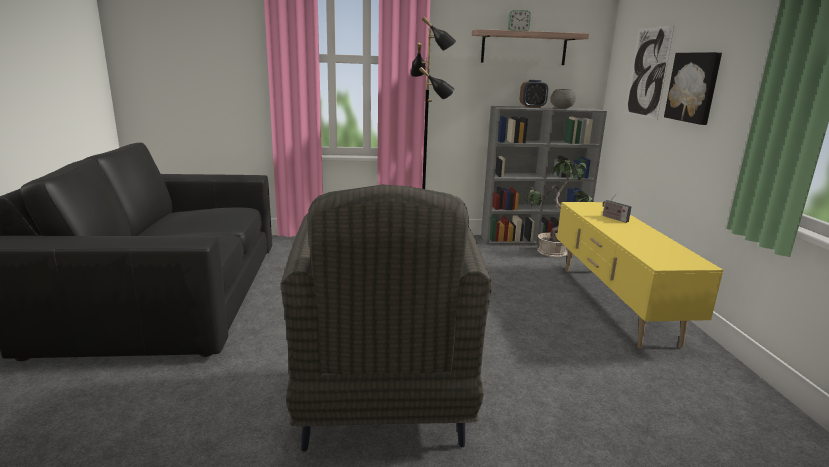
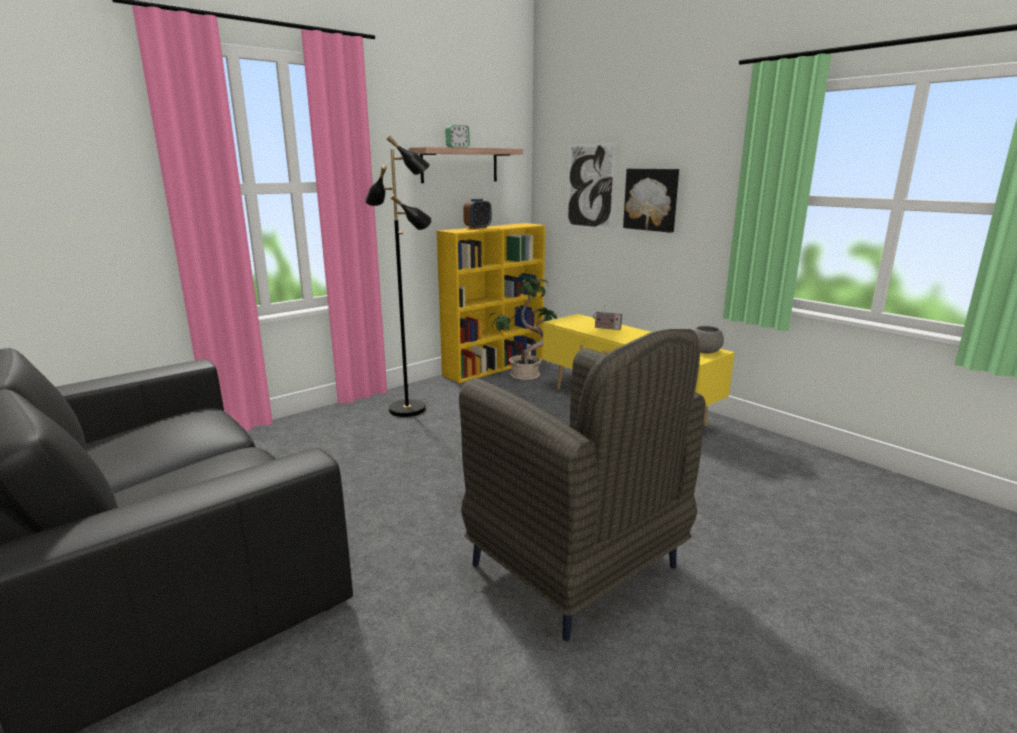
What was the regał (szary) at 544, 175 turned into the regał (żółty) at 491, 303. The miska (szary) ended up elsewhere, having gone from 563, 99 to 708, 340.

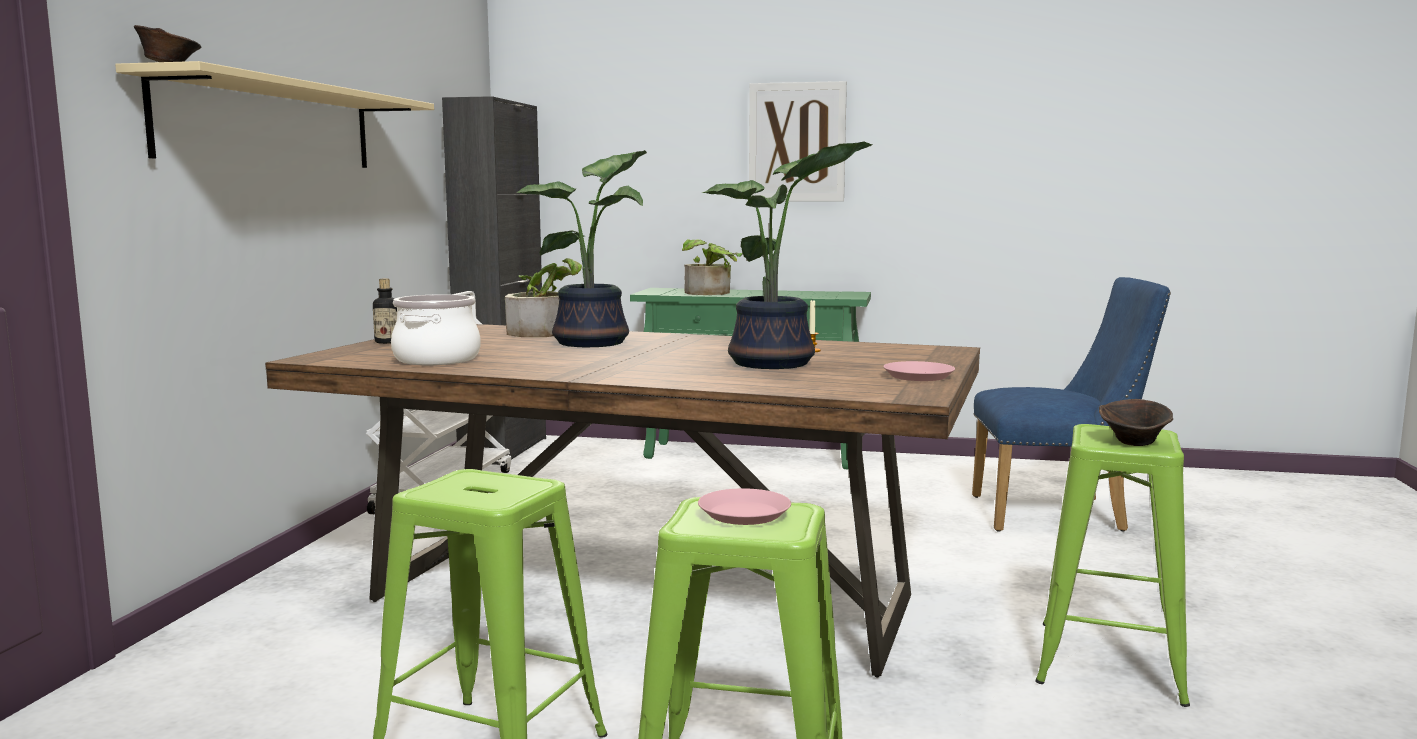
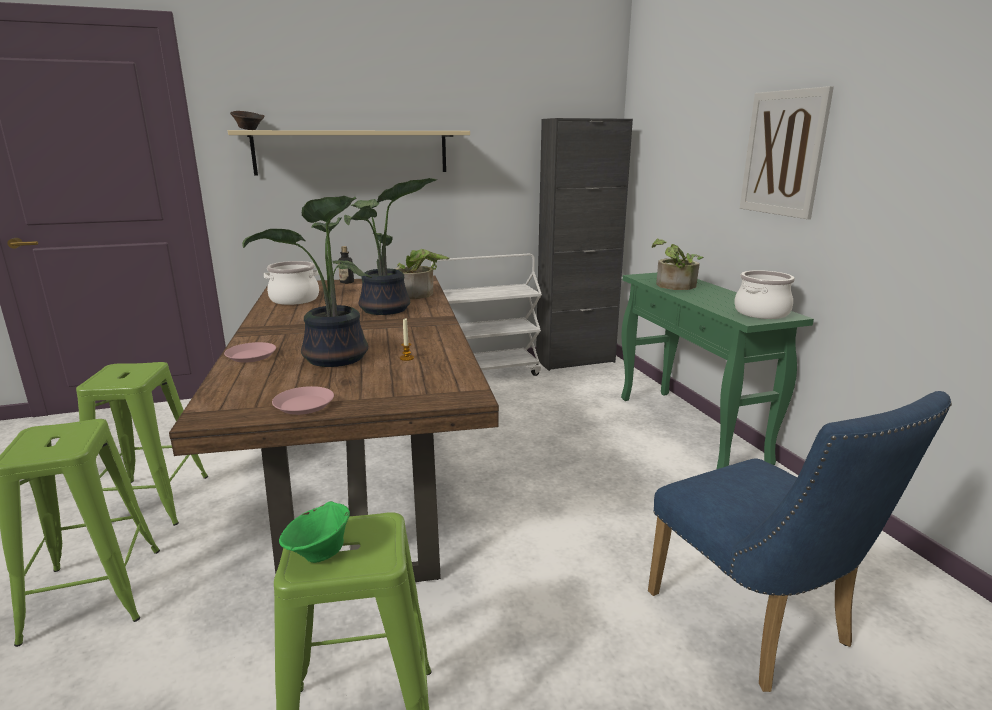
The talerz (różowy) ended up elsewhere, having gone from 744, 506 to 250, 352. What was the miska (brązowy) at 1136, 422 turned into the miska (zielony) at 314, 532. The second view gained the garnek at 764, 294.

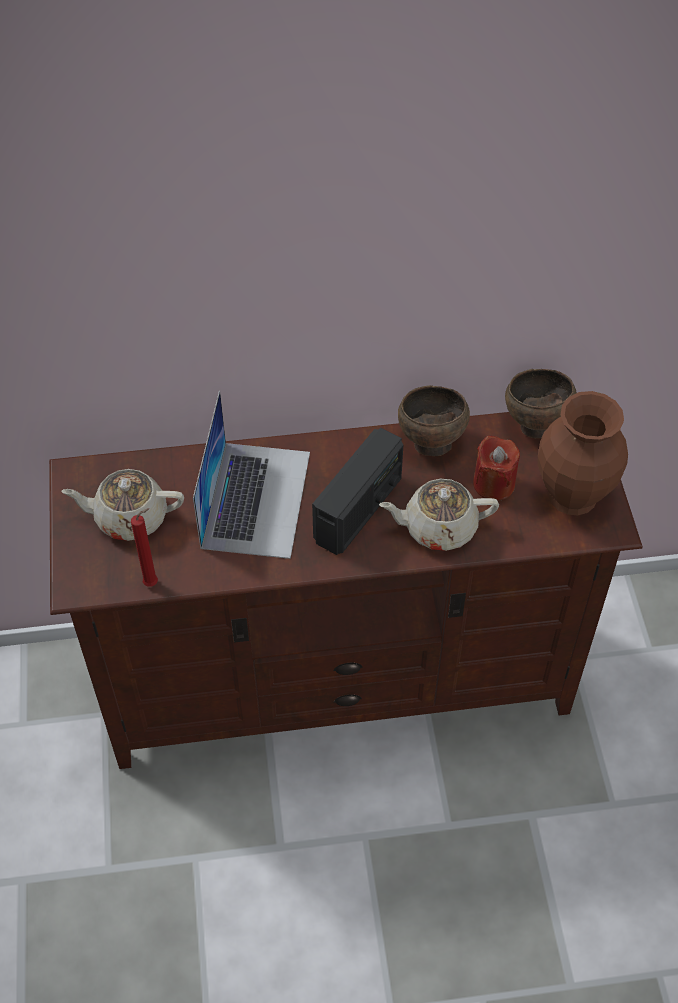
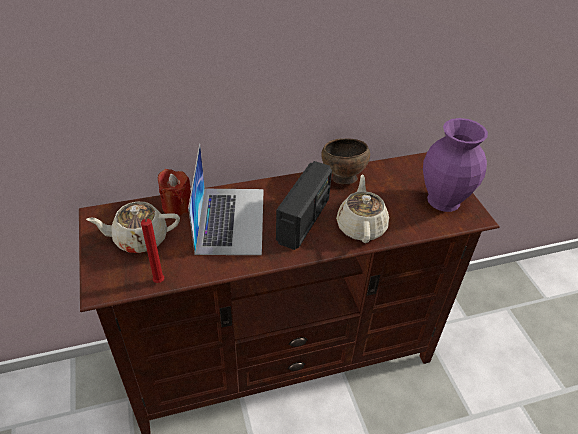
The imbryk (beżowy) at 439, 515 ended up facing another way, 105 degrees clockwise from before. The świeca (czerwony) ended up elsewhere, having gone from 496, 468 to 174, 192. The second view lost the miska (brązowy) at 541, 403. What was the wazon (brązowy) at 583, 453 turned into the wazon (fioletowy) at 455, 165.

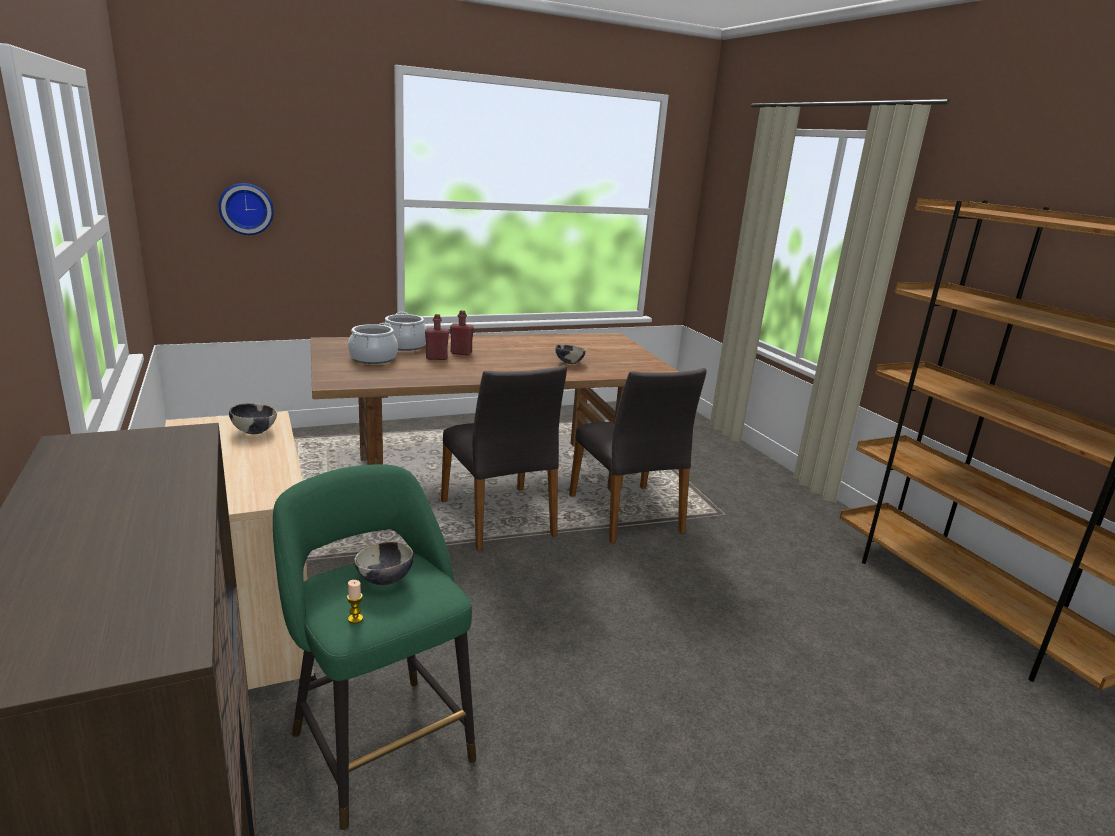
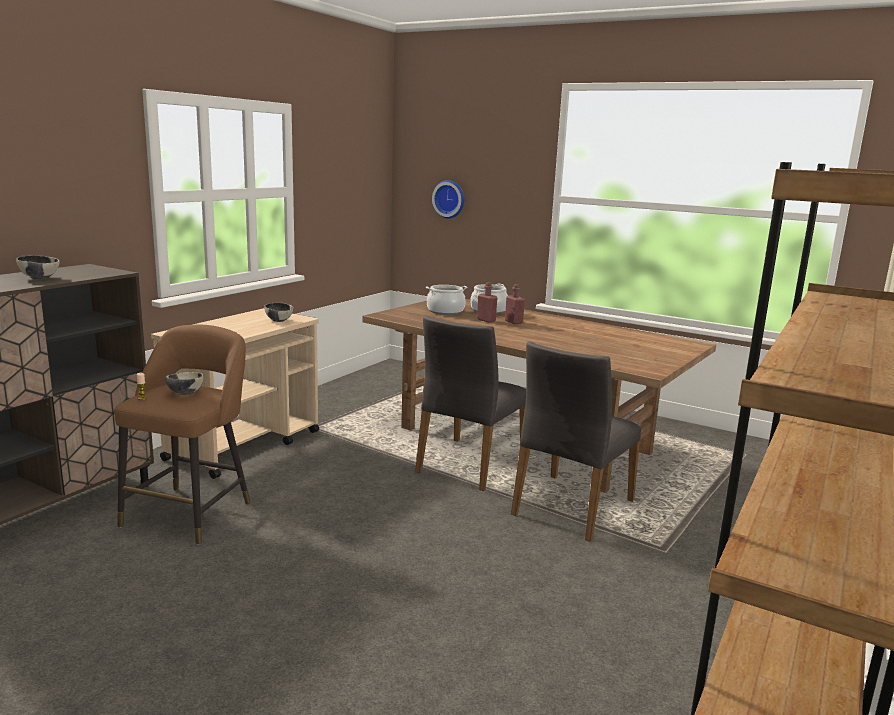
What was the stołek (zielony) at 374, 647 turned into the stołek (brązowy) at 182, 435. The miska ended up elsewhere, having gone from 570, 354 to 38, 267.

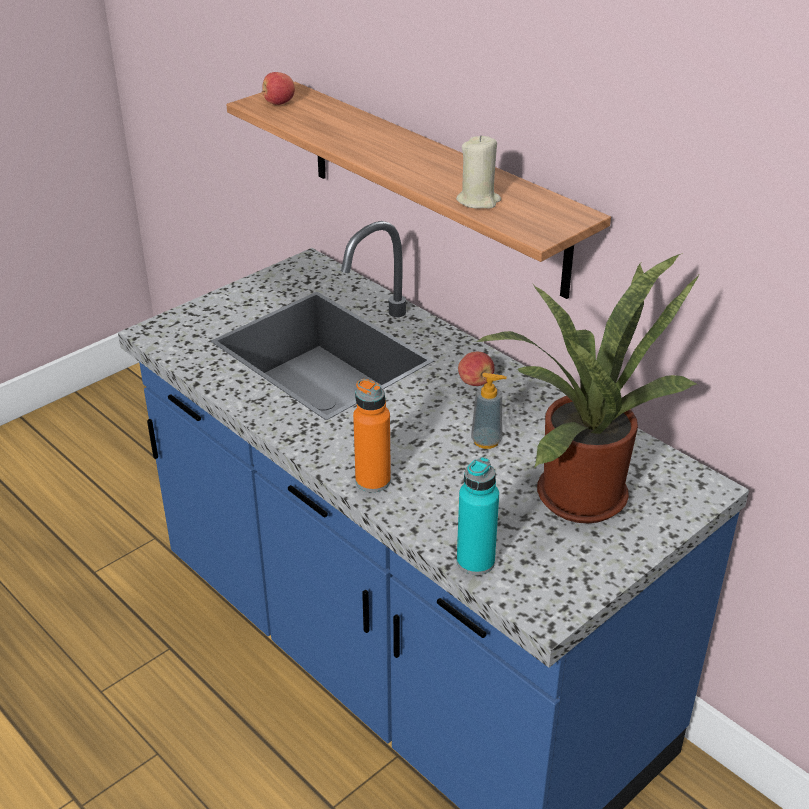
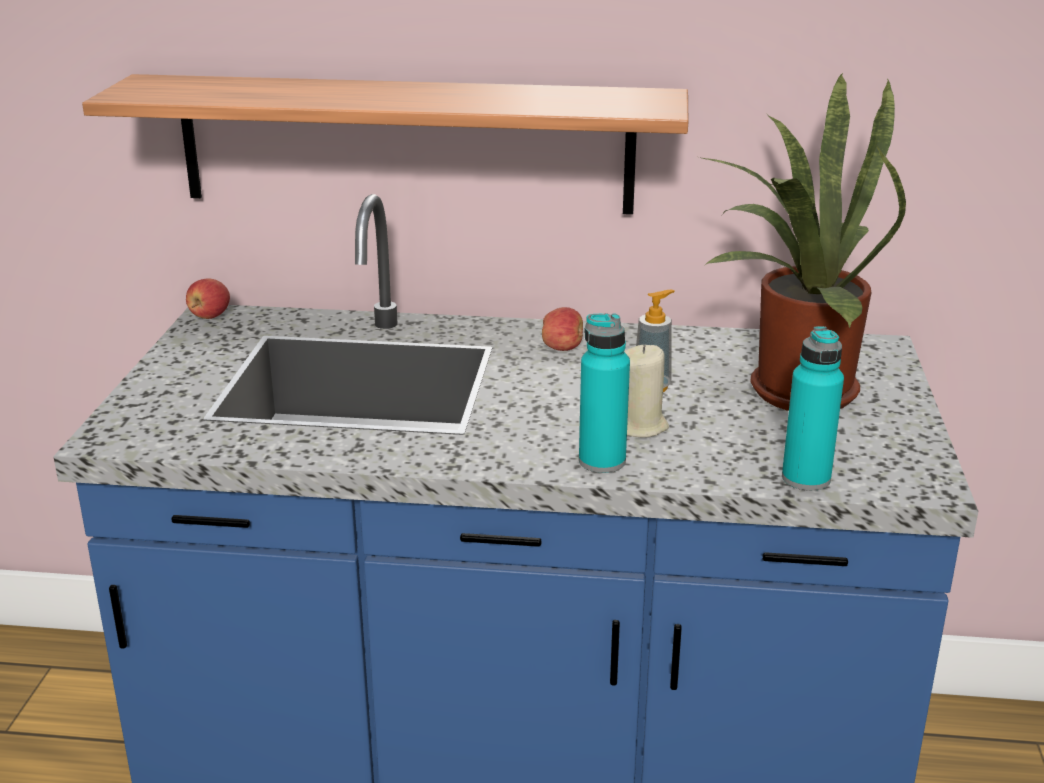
The jabłko ended up elsewhere, having gone from 278, 88 to 208, 299. What was the butelka (pomarańczowy) at 372, 435 turned into the butelka (turkusowy) at 604, 393. The świeca (beżowy) ended up elsewhere, having gone from 478, 172 to 646, 391.

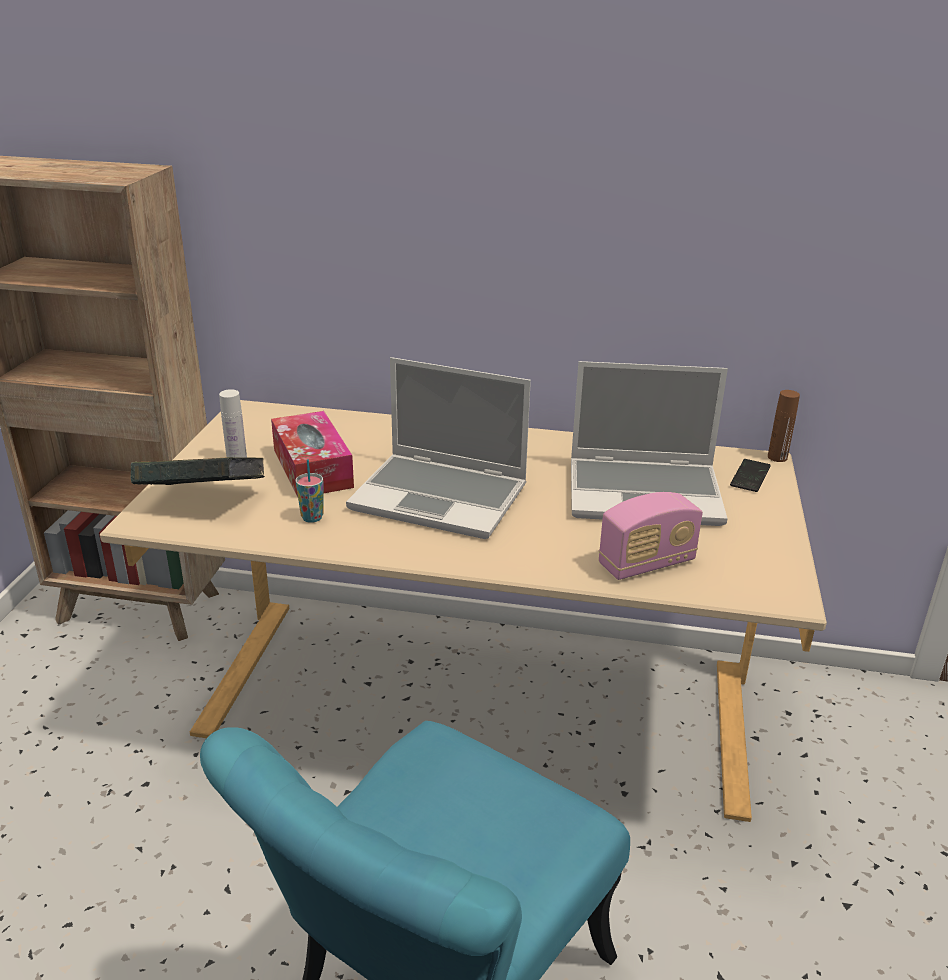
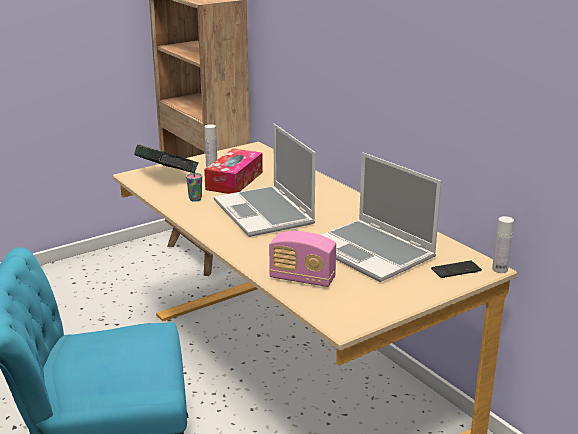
What was the butelka (brązowy) at 784, 426 turned into the butelka (biały) at 503, 244.

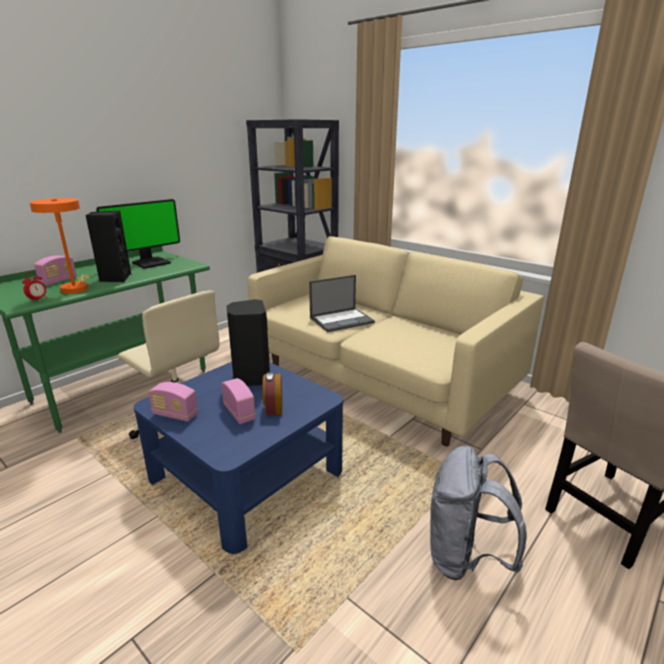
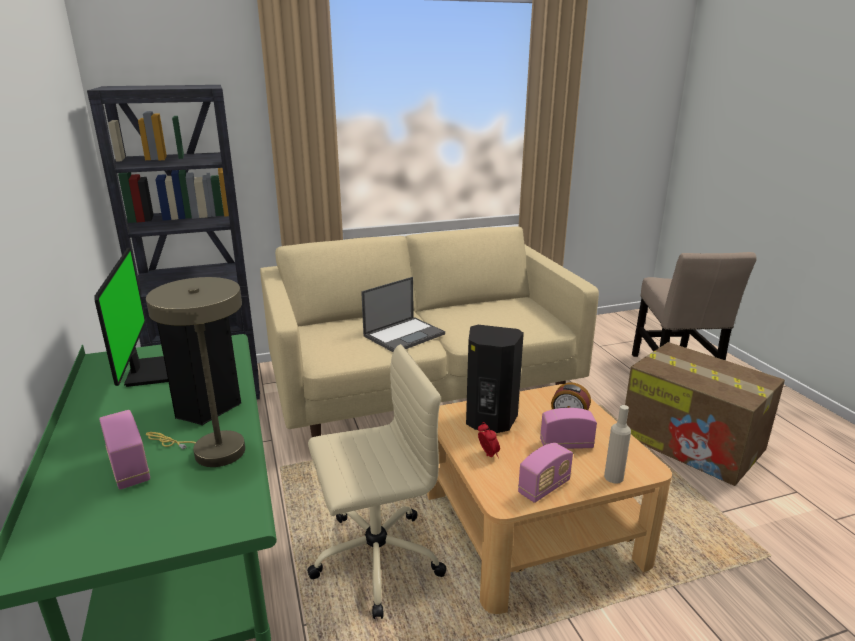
The budzik ended up elsewhere, having gone from 34, 287 to 489, 440. What was the lampa stołowa (pomarańczowy) at 59, 246 turned into the lampa stołowa (beżowy) at 195, 372. What was the ława (niebieski) at 238, 458 turned into the ława (beżowy) at 549, 499. The laptop at 342, 303 ended up facing another way, 45 degrees clockwise from before. Where the plecak (szary) stood at 478, 513, the karton came to stand at 705, 414. The second view gained the butelka (beżowy) at 617, 444.

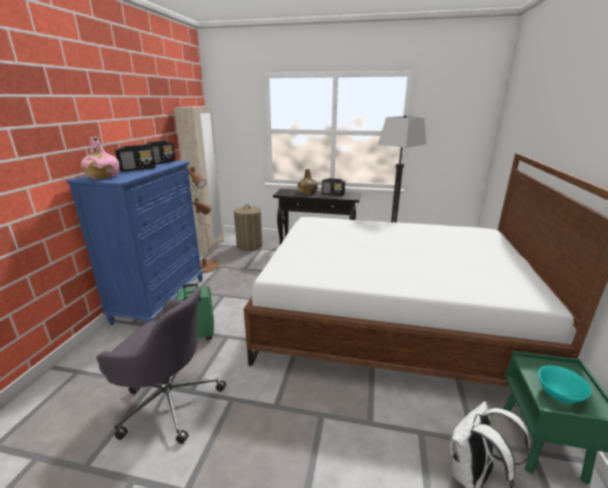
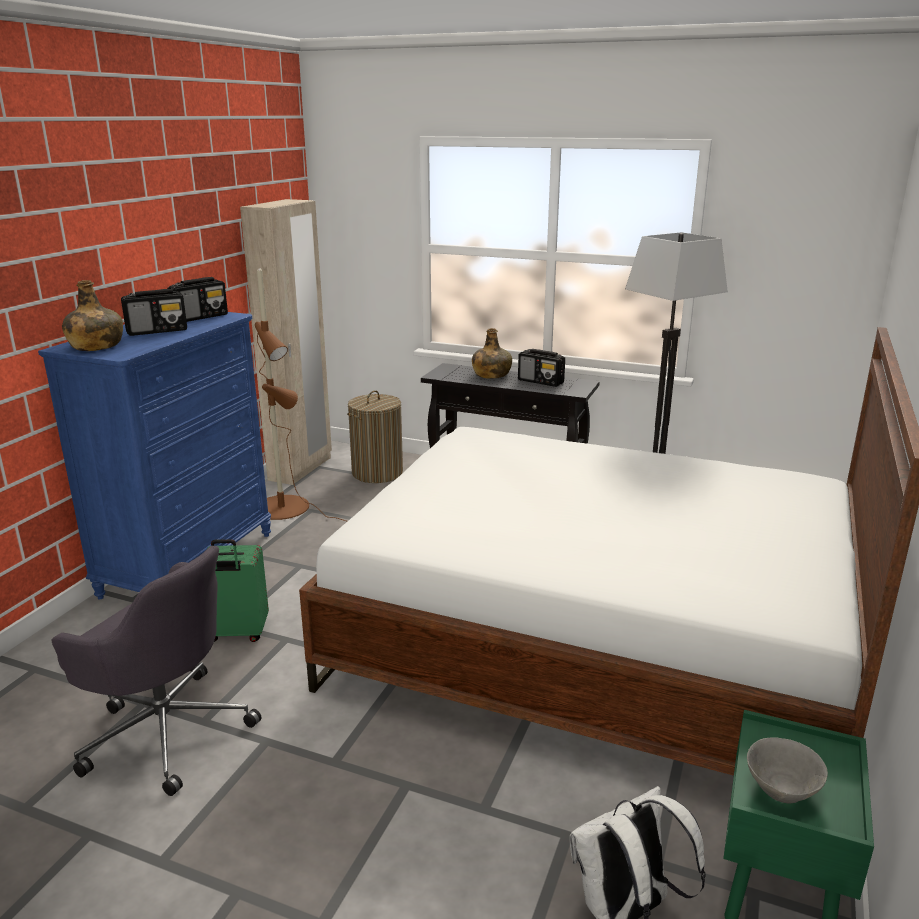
What was the butelka (różowy) at 100, 158 turned into the butelka (zielony) at 92, 315. What was the miska (turkusowy) at 565, 385 turned into the miska (szary) at 787, 770.

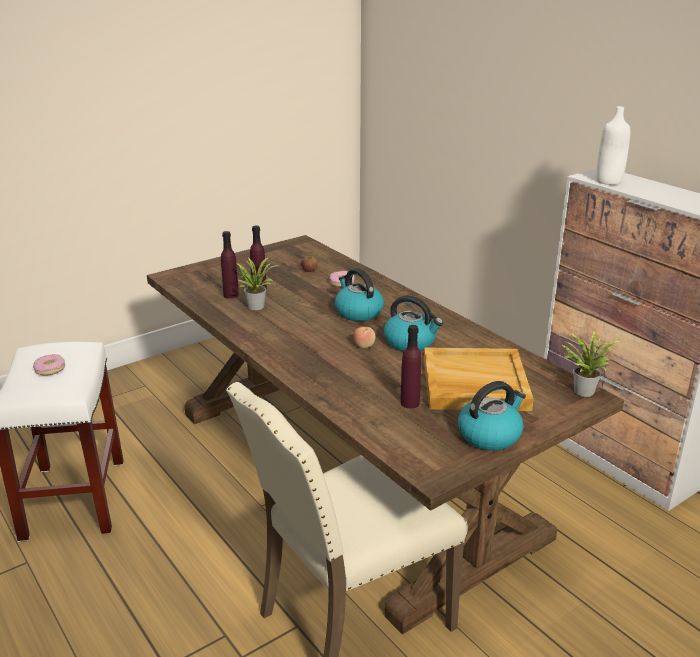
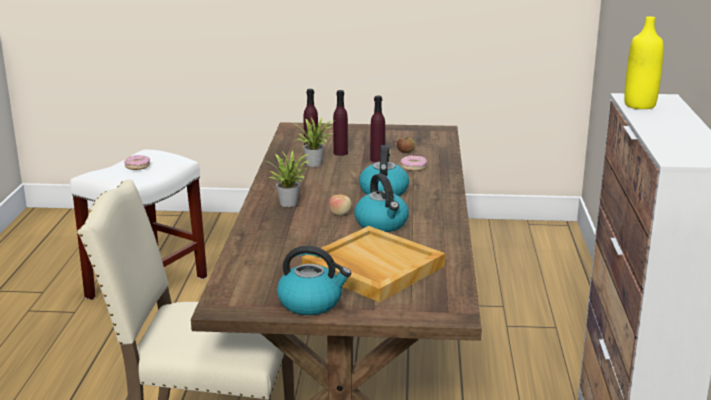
The butelka (fioletowy) ended up elsewhere, having gone from 411, 366 to 377, 129. The roślina doniczkowa ended up elsewhere, having gone from 591, 363 to 288, 179. What was the butelka (biały) at 613, 145 turned into the butelka (żółty) at 644, 62.

